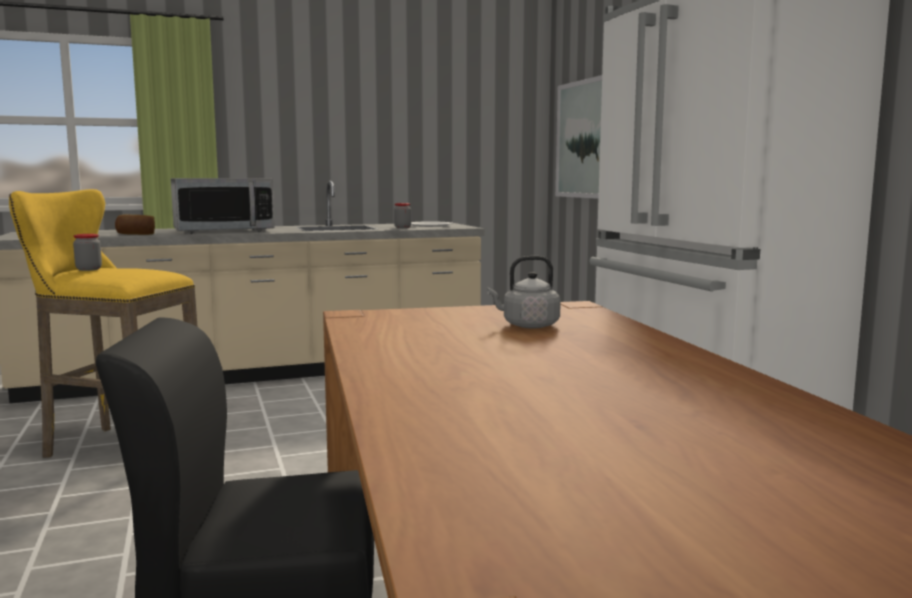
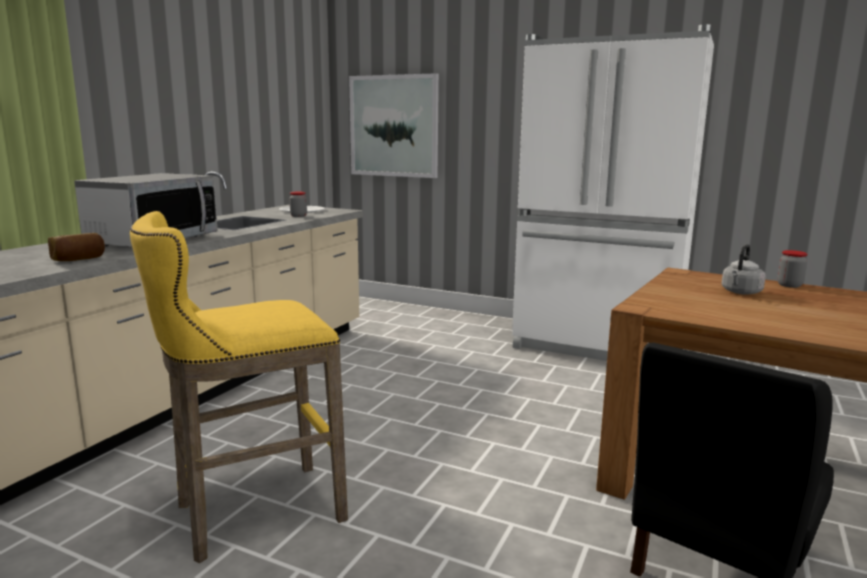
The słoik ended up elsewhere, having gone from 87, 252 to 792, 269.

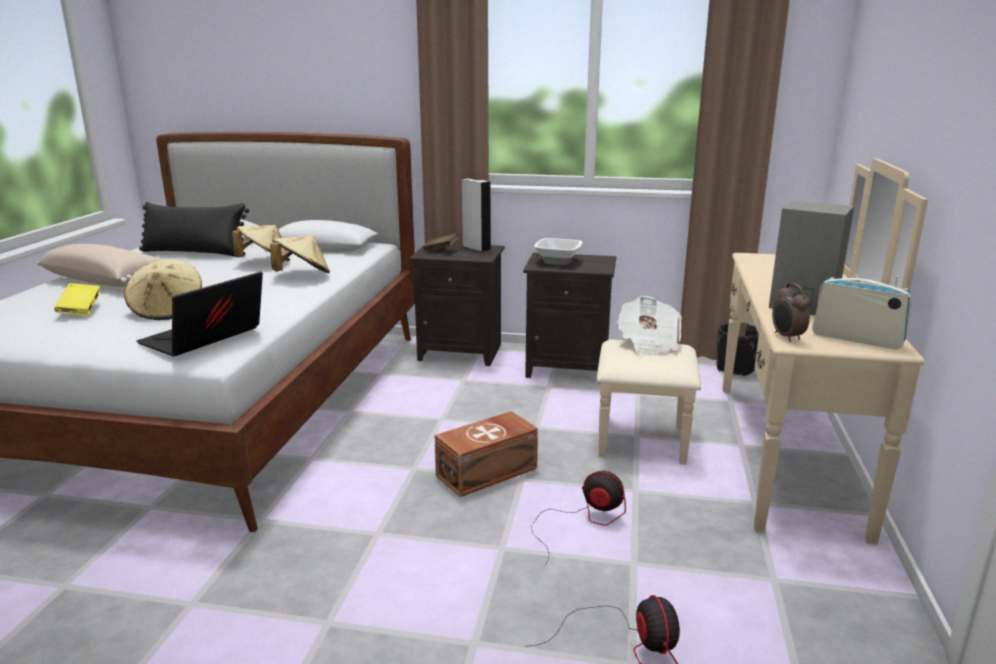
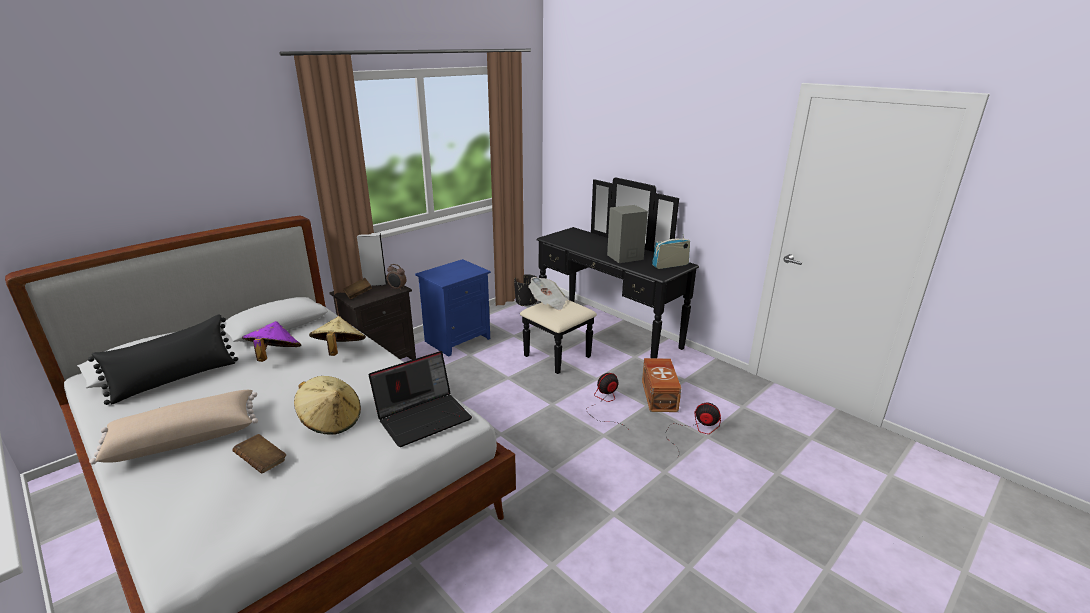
What was the książka (żółty) at 77, 299 turned into the książka (brązowy) at 259, 454. The laptop at 199, 314 ended up facing another way, 105 degrees counterclockwise from before. What was the kapelusz (beżowy) at 261, 243 turned into the kapelusz (fioletowy) at 271, 341. The pojemnik do przechowywania (brązowy) ended up elsewhere, having gone from 486, 454 to 662, 385. What was the szafka nocna (czarny) at 569, 315 turned into the szafka nocna (niebieski) at 453, 308. The second view lost the miska at 558, 251. What was the komoda (beżowy) at 762, 351 turned into the komoda (czarny) at 609, 275. The budzik ended up elsewhere, having gone from 791, 312 to 397, 277.

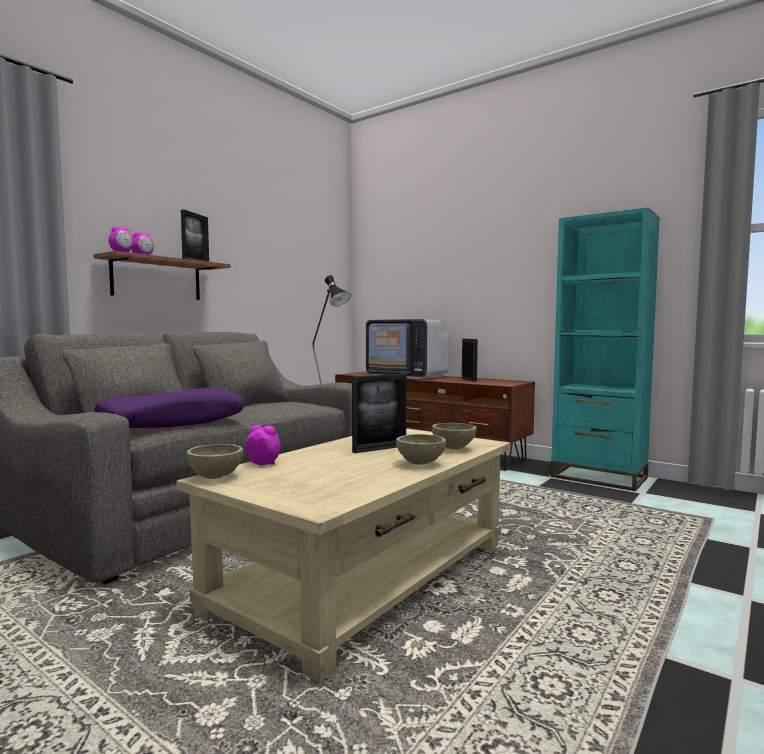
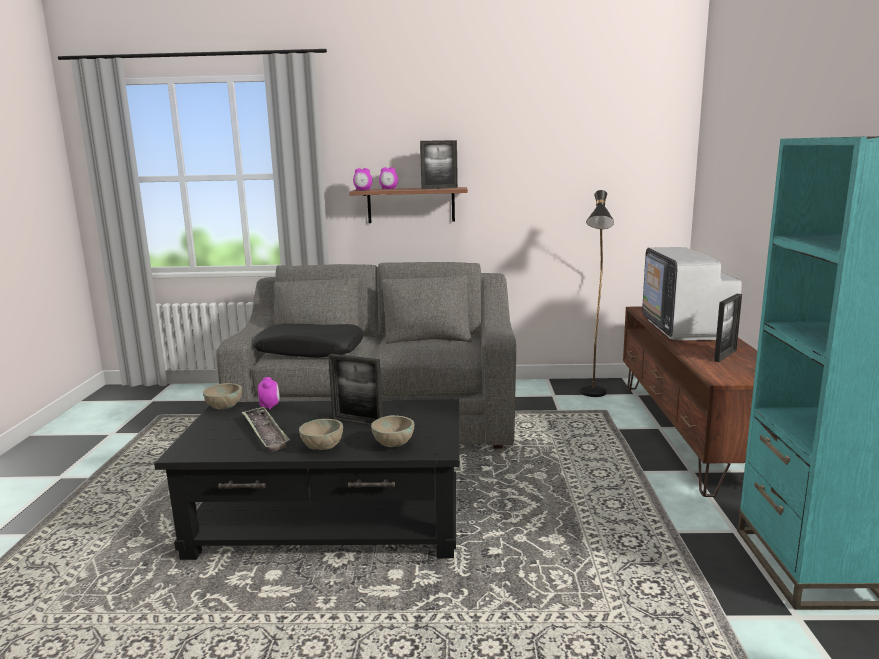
What was the poduszka (fioletowy) at 169, 408 turned into the poduszka (czarny) at 308, 340. What was the ława (beżowy) at 343, 555 turned into the ława (czarny) at 307, 480. The second view gained the taca at 266, 429.

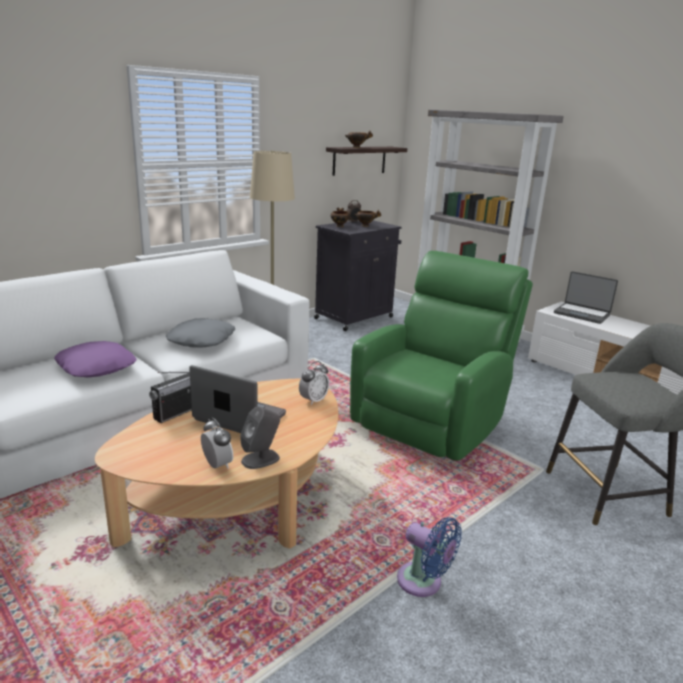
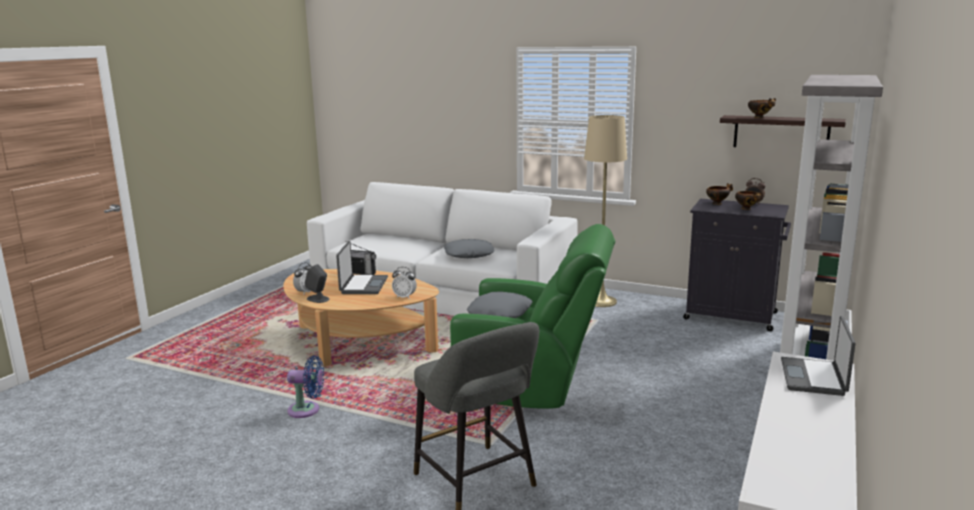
The second view lost the poduszka (fioletowy) at 95, 359. The wentylator (niebieski) at 429, 557 ended up facing another way, 105 degrees counterclockwise from before. The second view gained the poduszka (szary) at 500, 304.

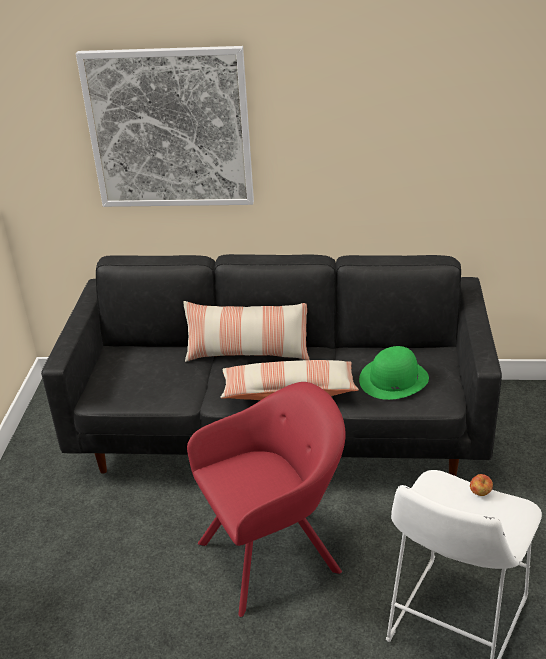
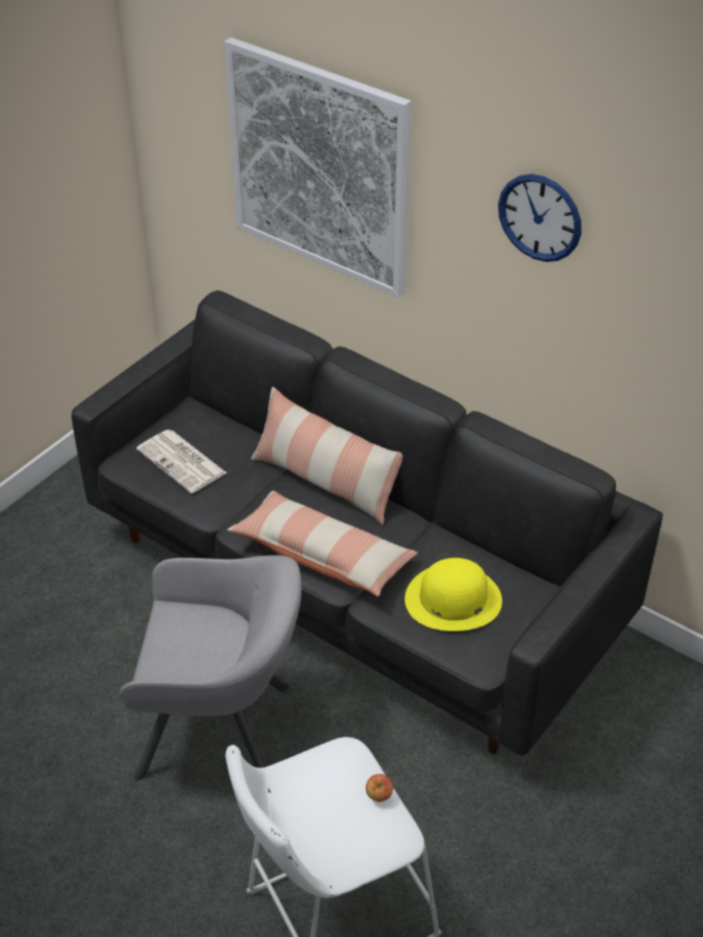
What was the fotel (czerwony) at 266, 500 turned into the fotel (szary) at 211, 668. What was the kapelusz (zielony) at 394, 373 turned into the kapelusz (żółty) at 453, 594. The second view gained the gazeta at 181, 461. The second view gained the zegar ścienny at 540, 218.

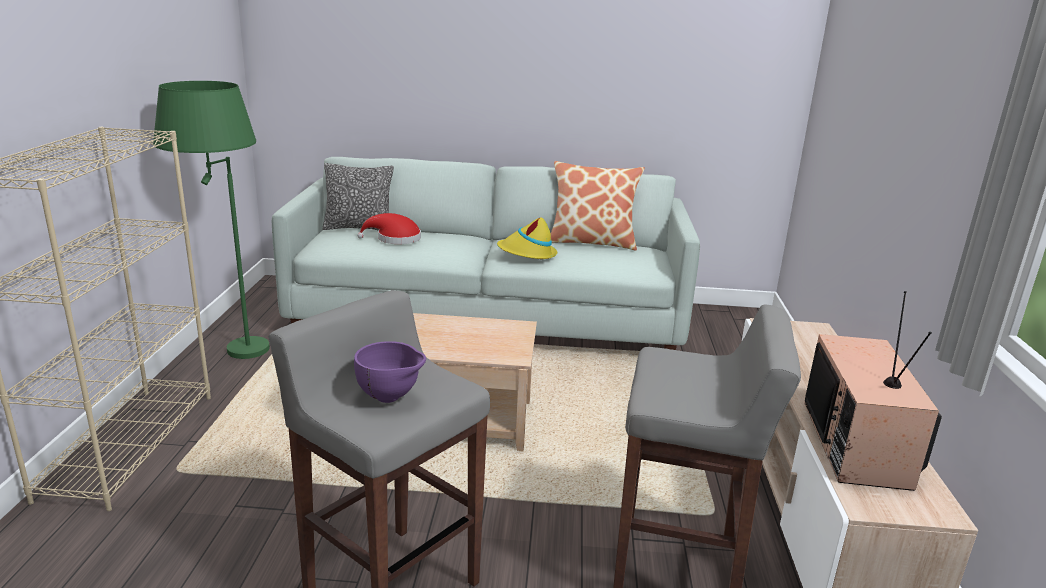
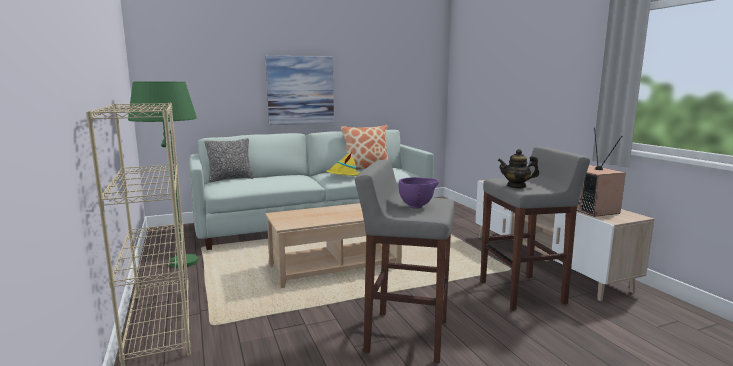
The second view lost the kapelusz (czerwony) at 389, 228. The second view gained the obraz at 300, 90. The second view gained the imbryk at 518, 168.

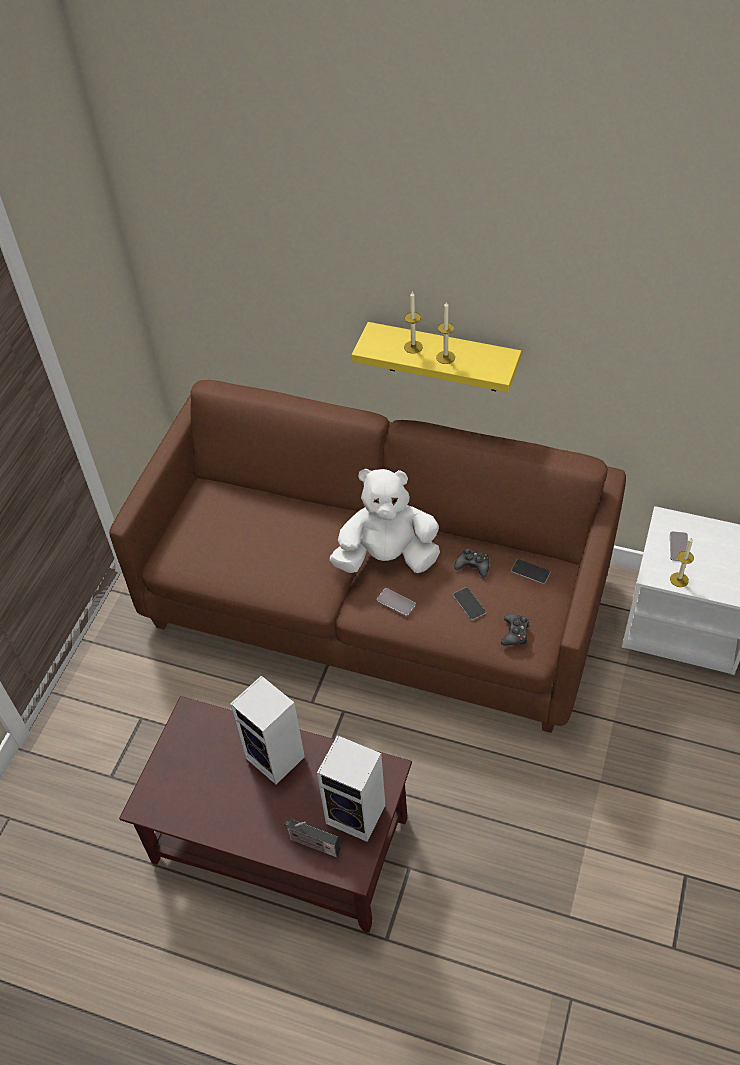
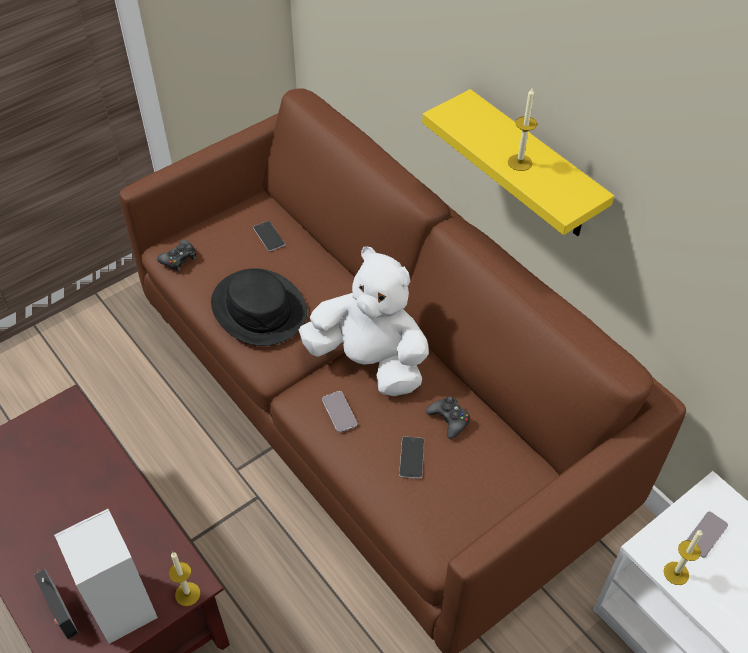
The second view lost the głośnik at 267, 730. The świeca ended up elsewhere, having gone from 413, 323 to 184, 579. The pad do gier (czarny) ended up elsewhere, having gone from 515, 629 to 176, 255. The telefon ended up elsewhere, having gone from 530, 571 to 269, 236. The second view gained the kapelusz (czarny) at 259, 307.

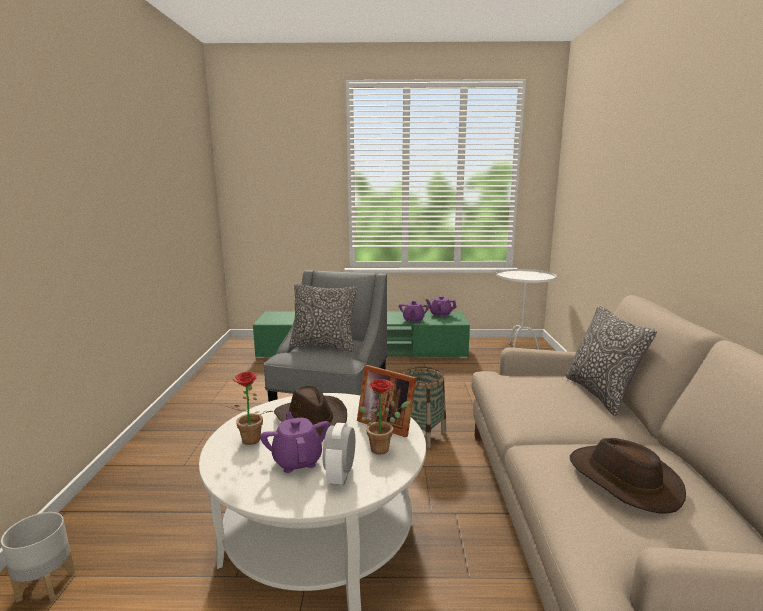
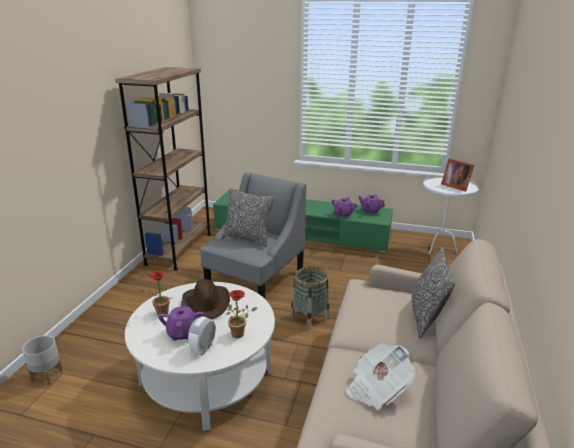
The ramka na zdjęcie ended up elsewhere, having gone from 386, 401 to 457, 175. Where the kapelusz (brązowy) stood at 628, 476, the gazeta came to stand at 380, 376. The second view gained the regał (brązowy) at 163, 169.

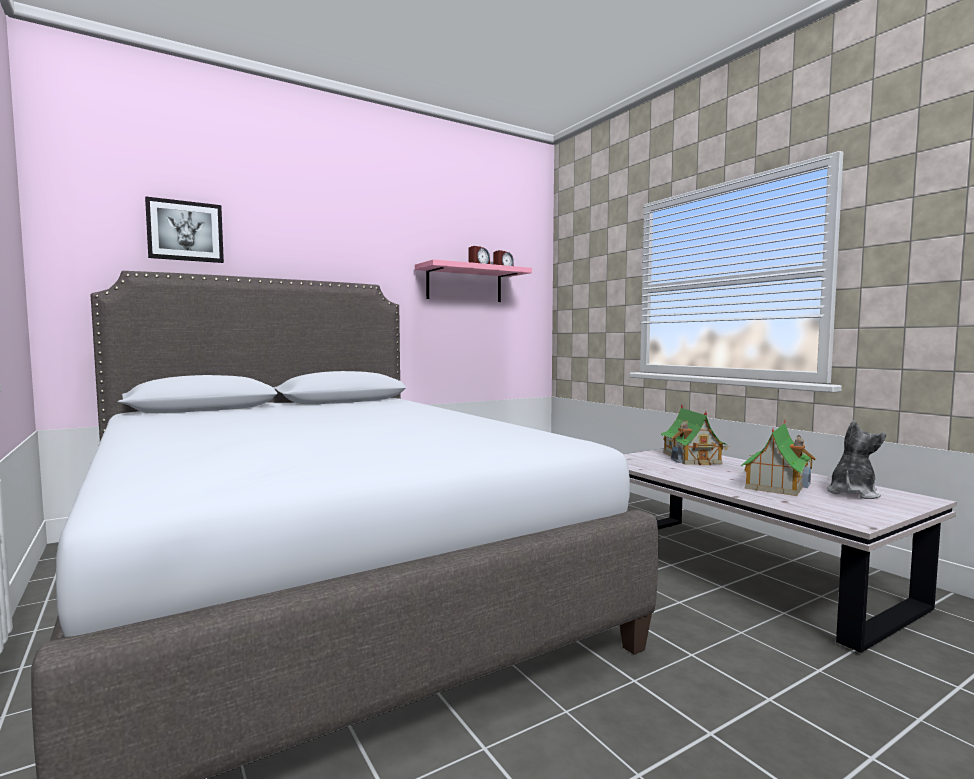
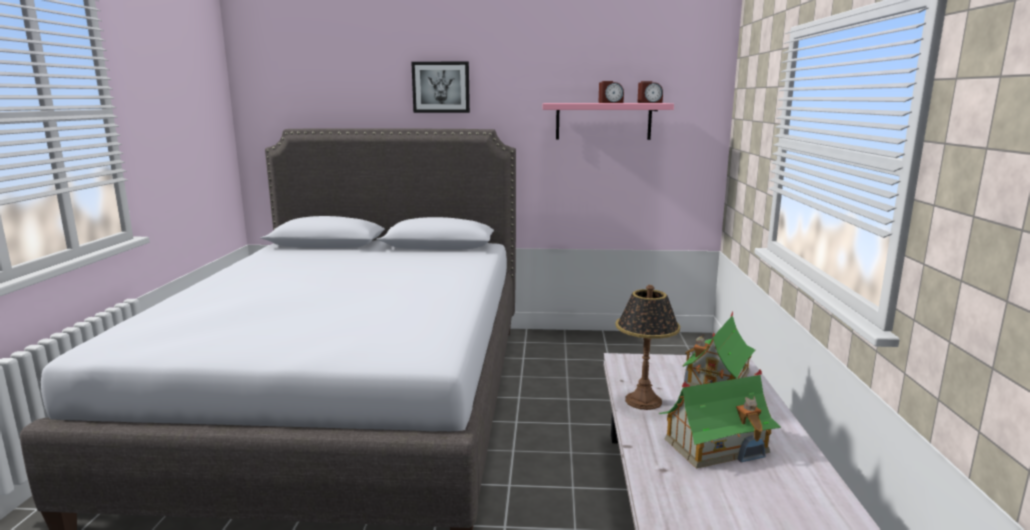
The obraz ended up elsewhere, having gone from 184, 229 to 440, 87. The second view lost the pluszak at 856, 459. The second view gained the lampa stołowa at 647, 347.

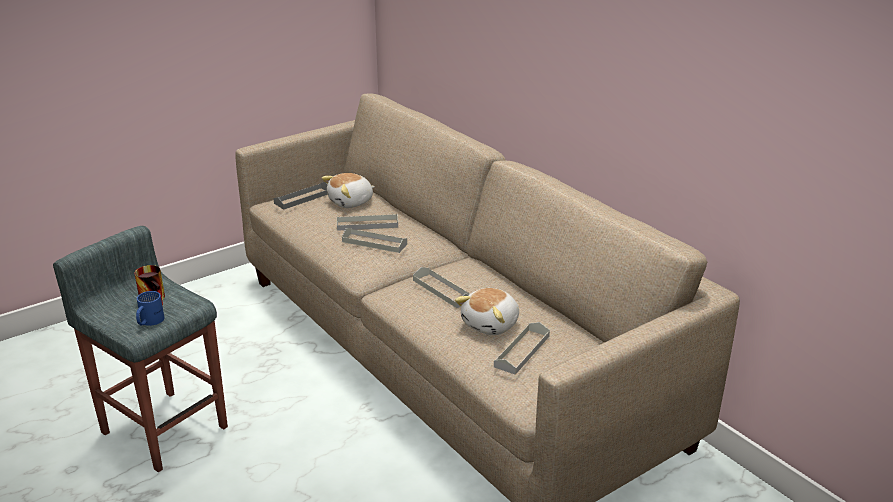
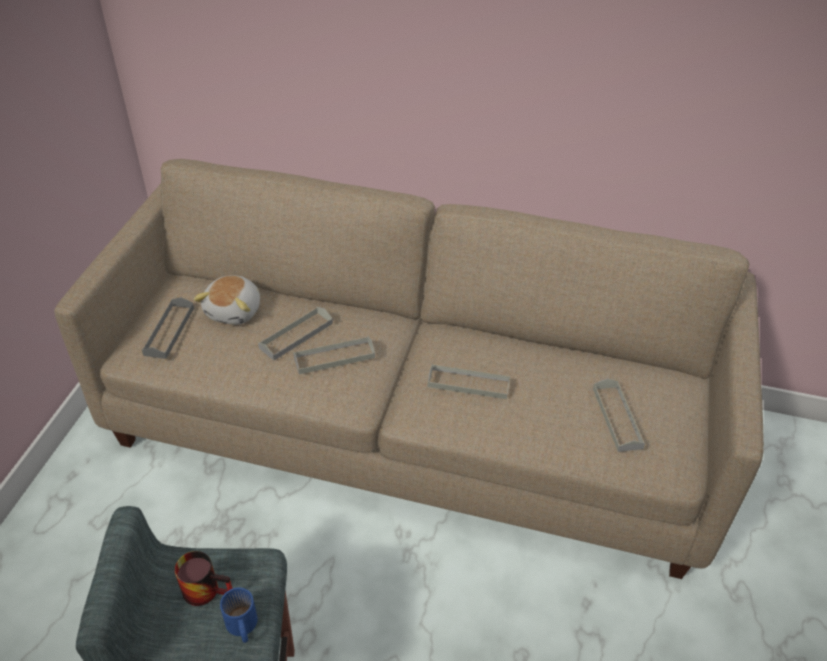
The second view lost the pluszak at 487, 311.

